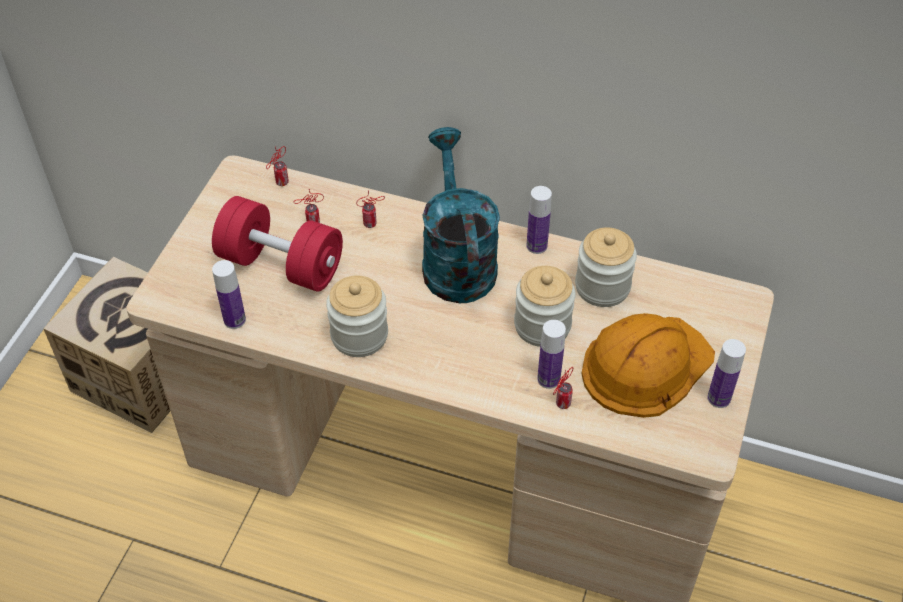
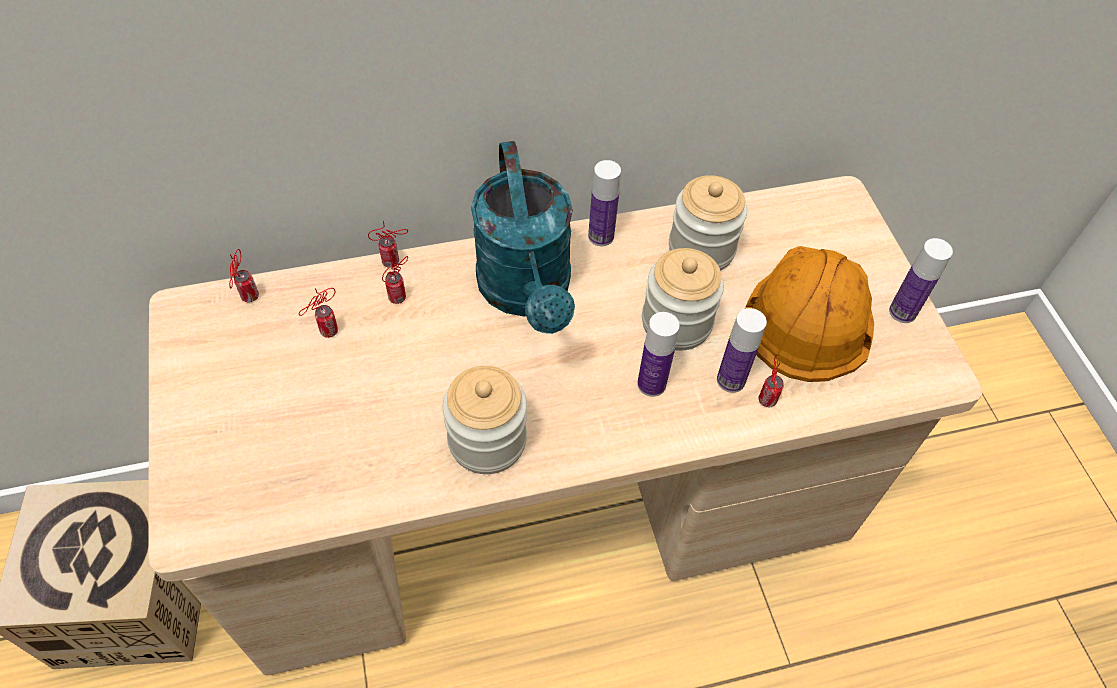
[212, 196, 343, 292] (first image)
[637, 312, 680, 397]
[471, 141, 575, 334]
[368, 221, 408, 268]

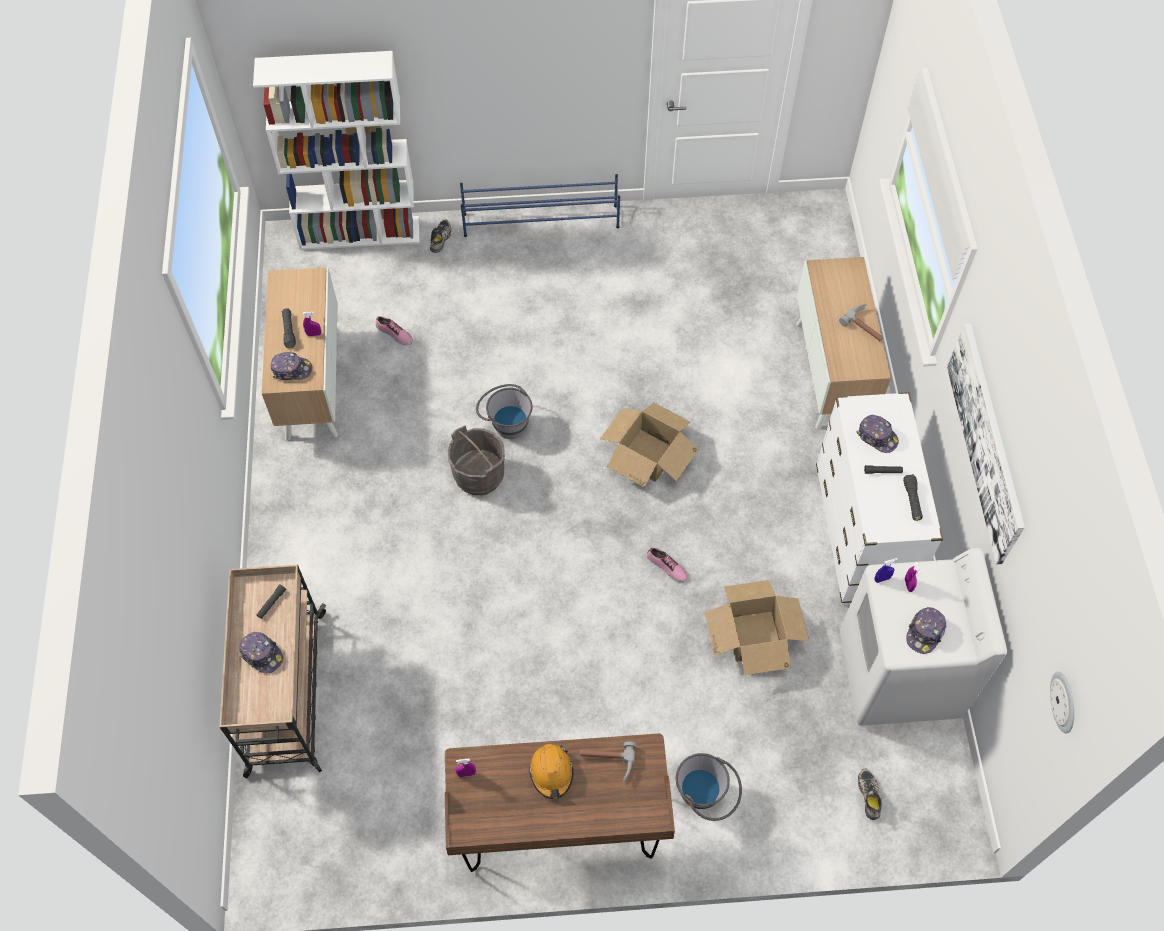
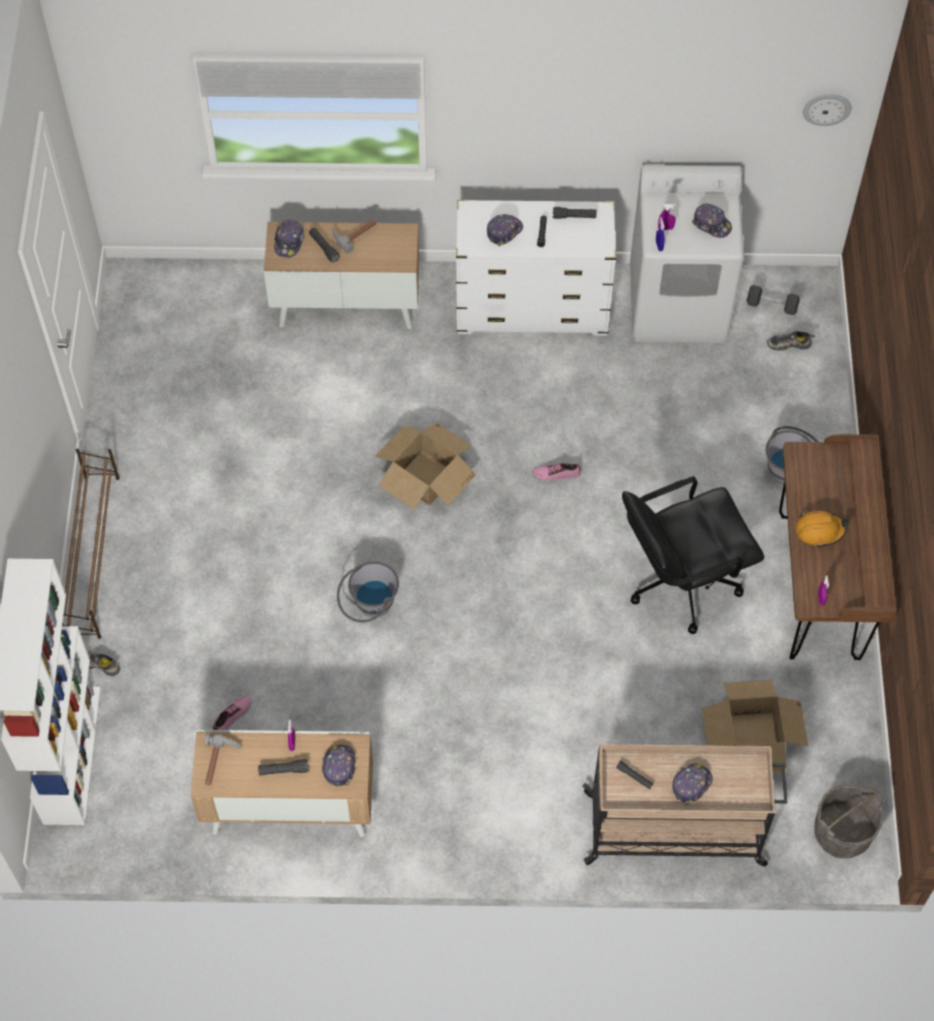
[814, 784, 884, 858]
[62, 449, 120, 639]
[205, 733, 242, 785]
[532, 463, 581, 481]
[702, 680, 808, 773]
[947, 323, 1025, 565] (first image)
[274, 220, 305, 258]
[309, 228, 340, 263]
[622, 477, 764, 634]
[747, 285, 800, 315]

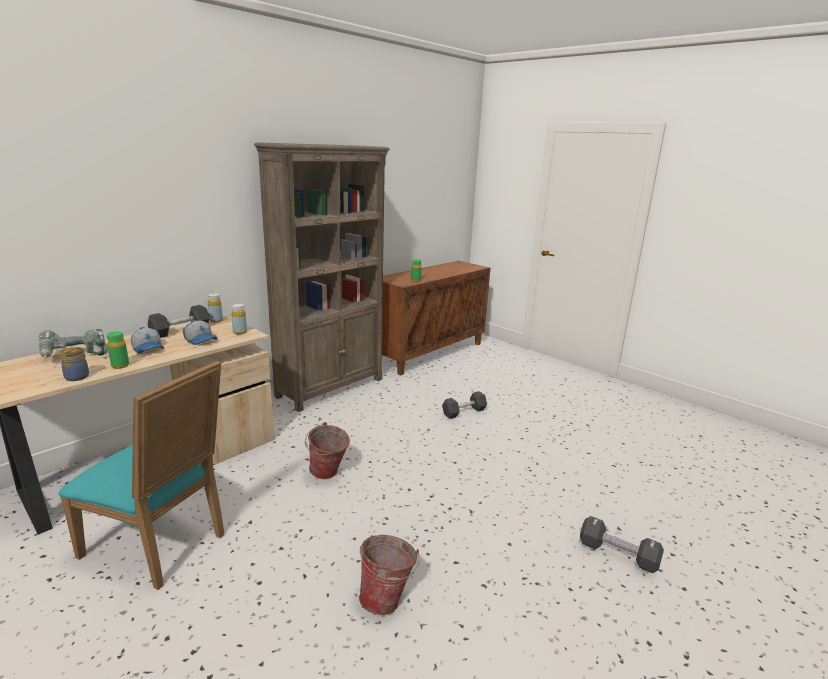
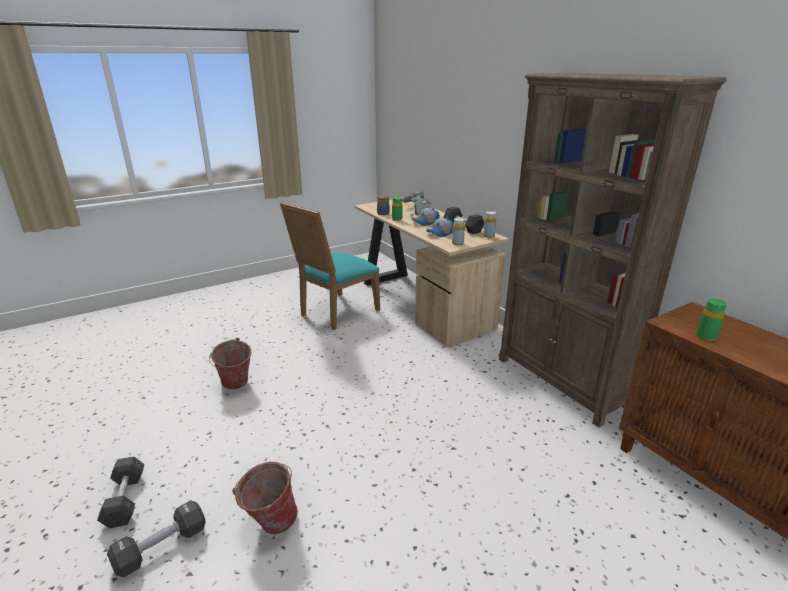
[232, 462, 298, 534]
[97, 456, 144, 528]

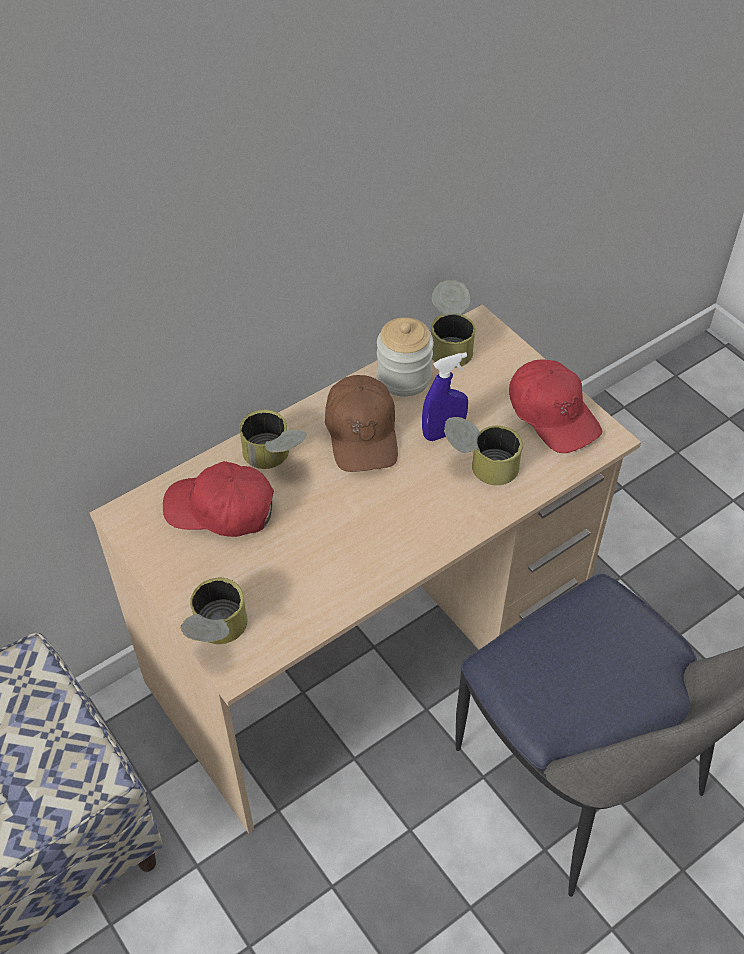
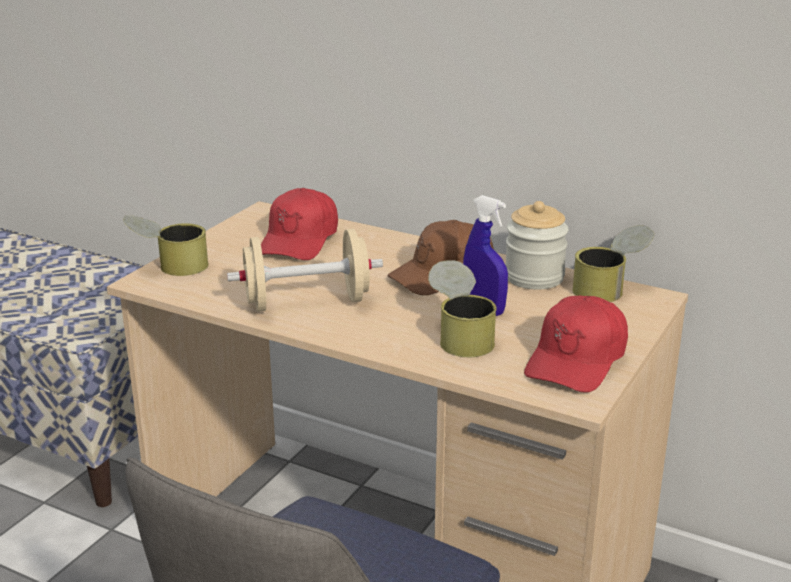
[261, 188, 338, 260]
[239, 409, 307, 469] (first image)
[227, 229, 383, 312]

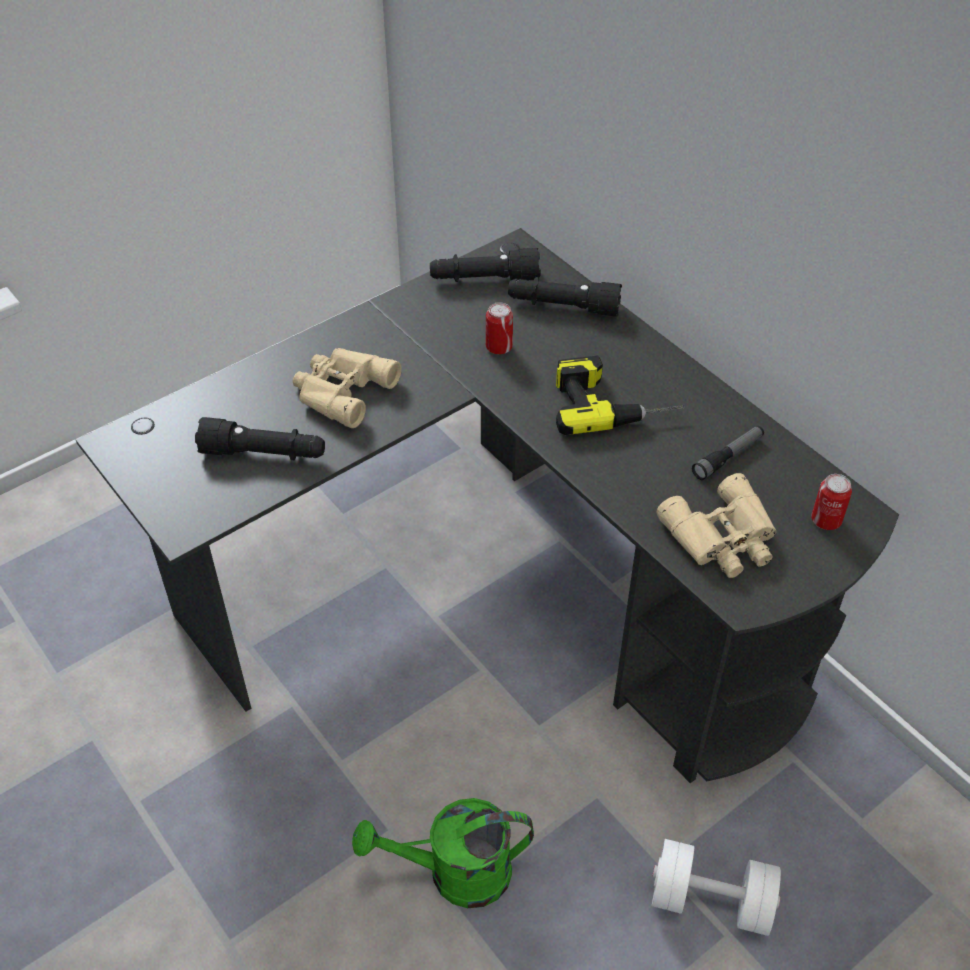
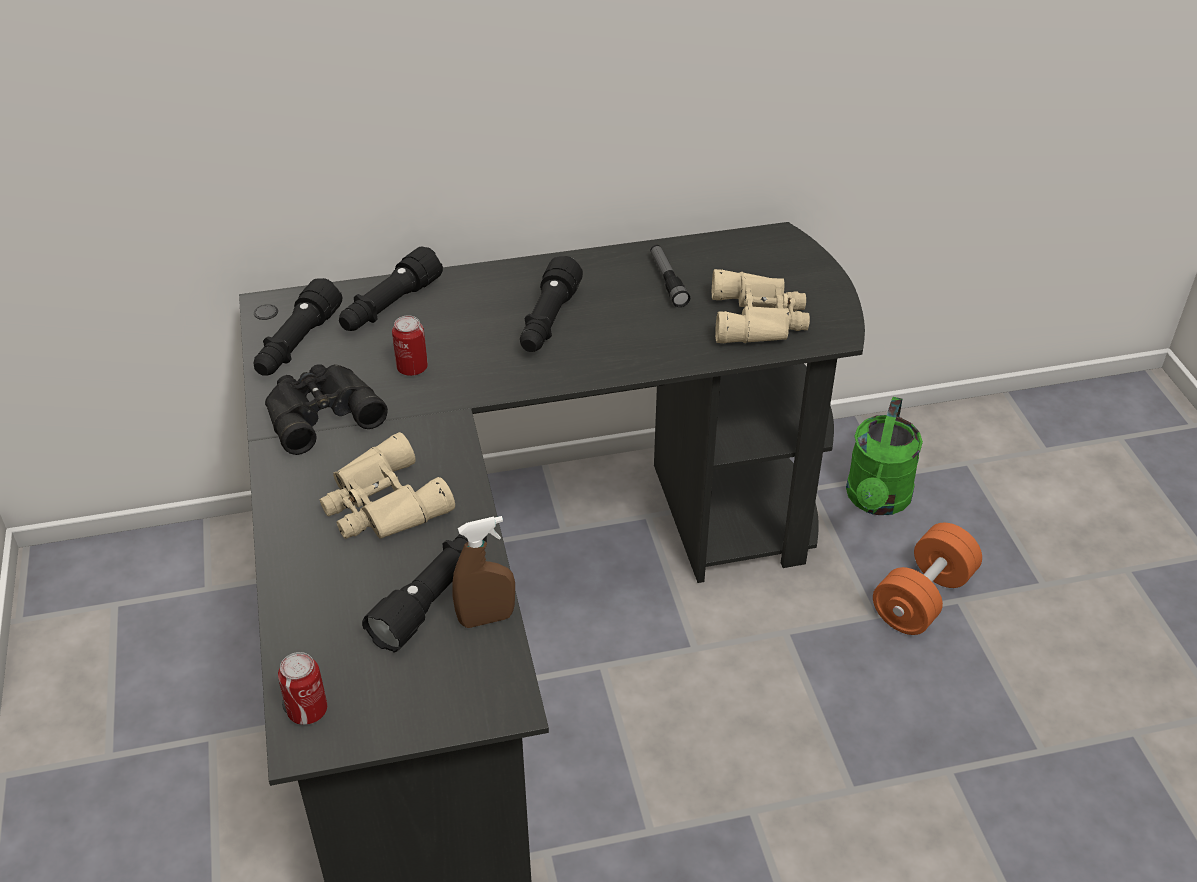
[846, 397, 923, 515]
[520, 256, 583, 352]
[873, 523, 982, 635]
[278, 652, 327, 725]
[265, 364, 388, 455]
[452, 516, 515, 628]

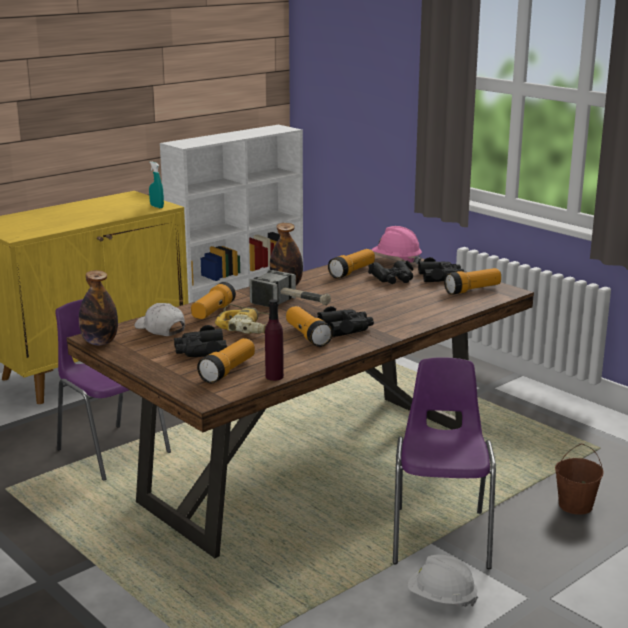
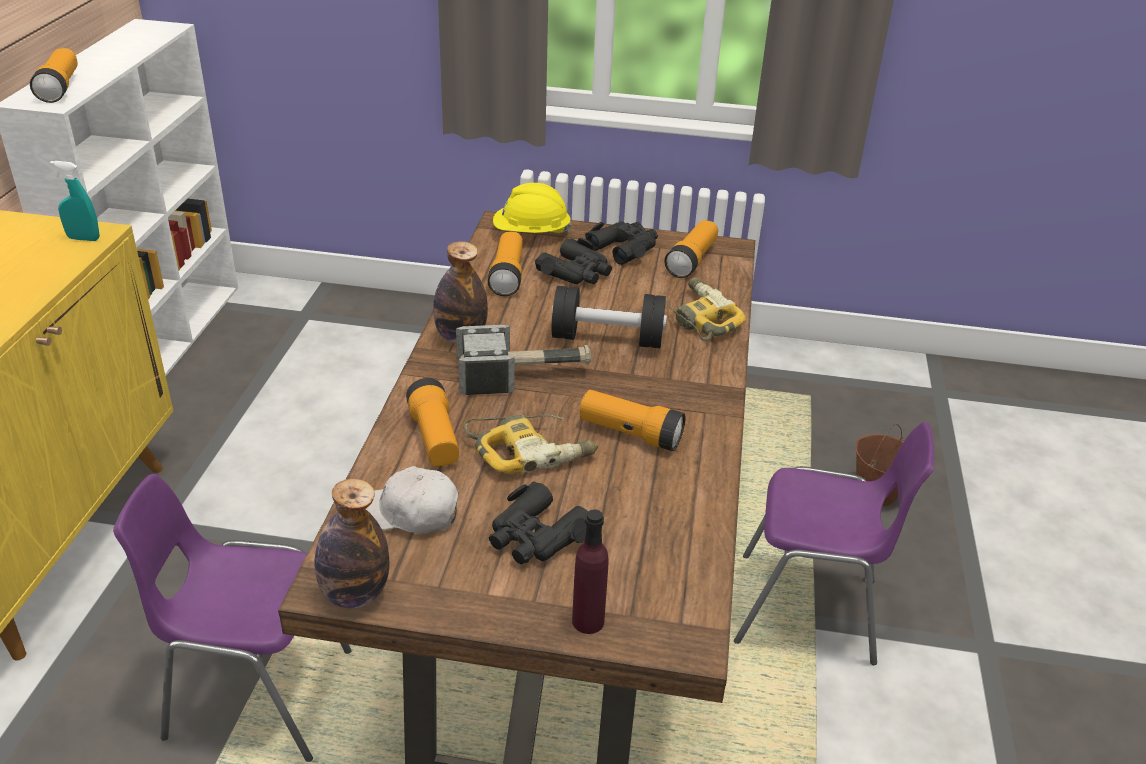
[30, 48, 78, 103]
[572, 509, 609, 634]
[317, 306, 374, 337] (first image)
[493, 183, 571, 233]
[734, 422, 934, 665]
[407, 554, 478, 607] (first image)
[552, 286, 667, 348]
[666, 277, 746, 341]

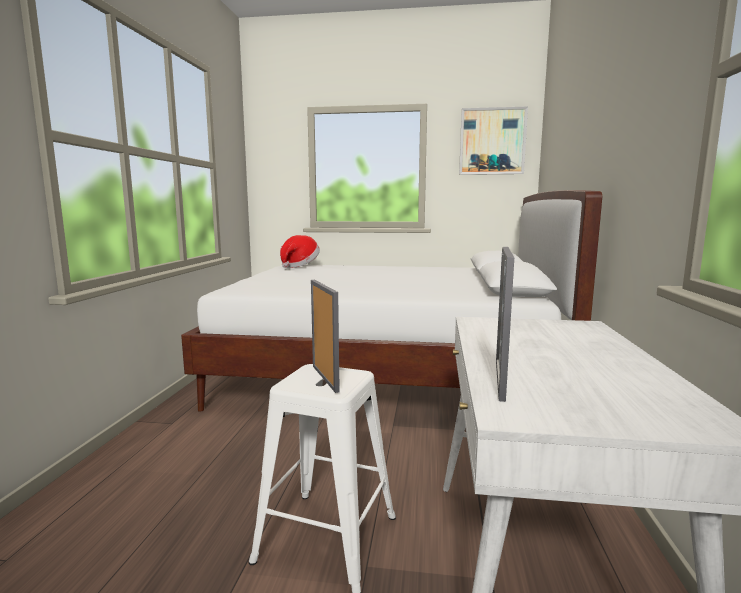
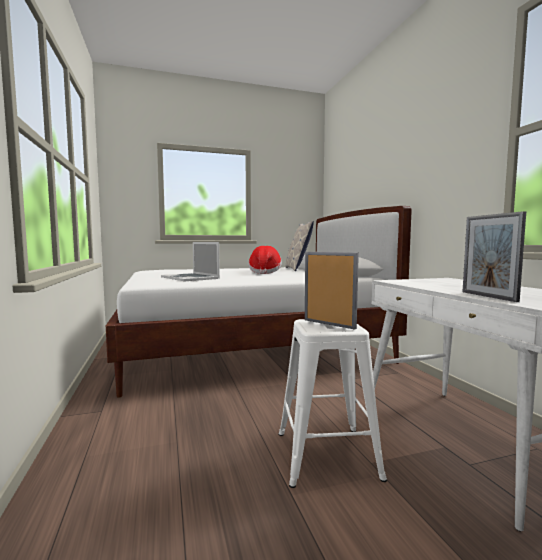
[248, 246, 282, 274]
[459, 106, 528, 175] (first image)
[161, 242, 220, 281]
[285, 221, 314, 271]

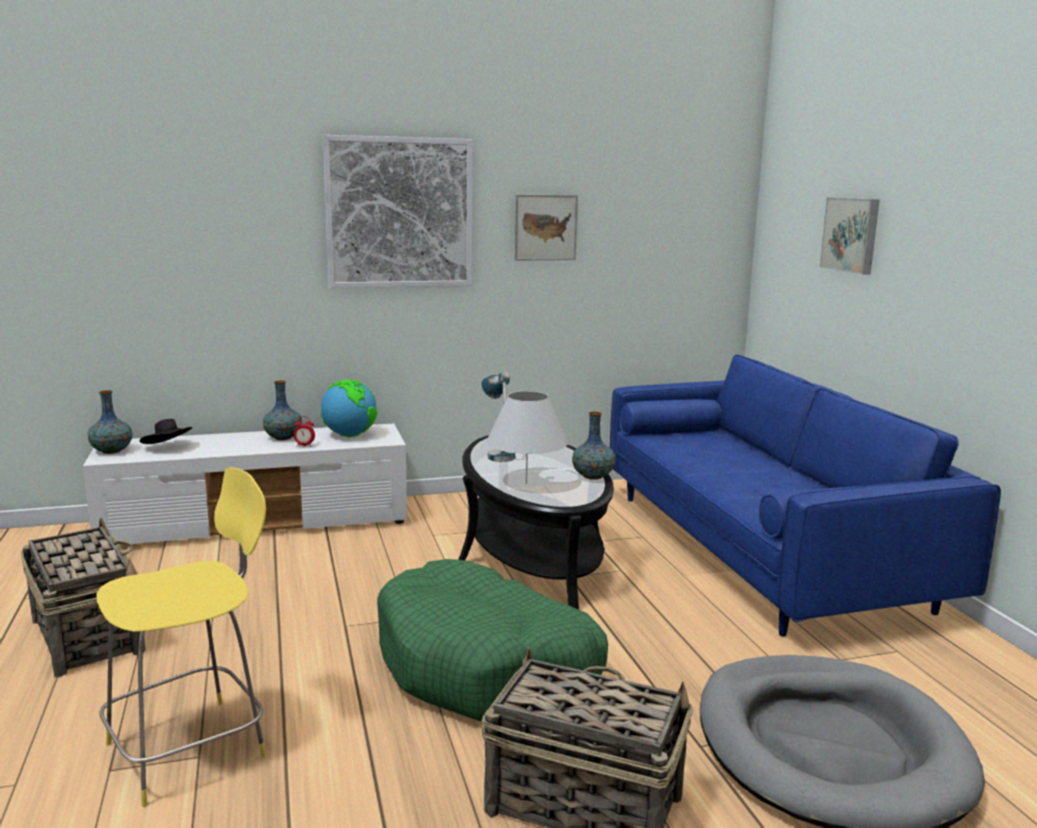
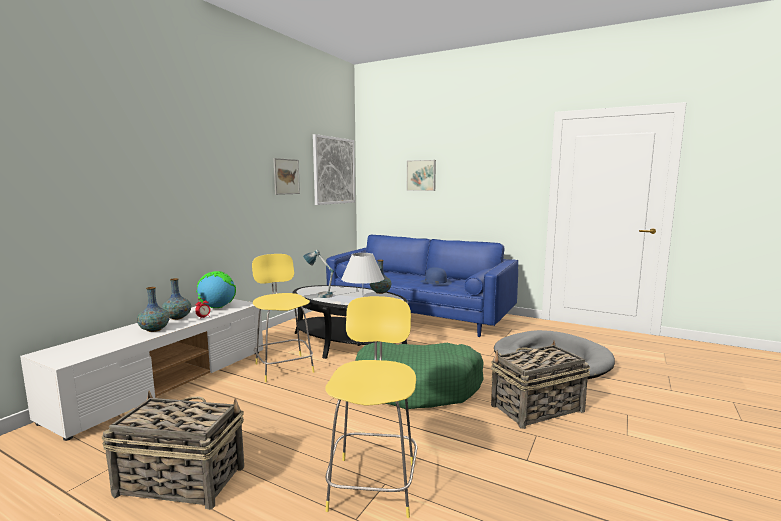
[137, 287, 170, 332]
[140, 419, 193, 444] (first image)
[313, 134, 355, 205]
[252, 254, 314, 382]
[420, 267, 452, 286]

